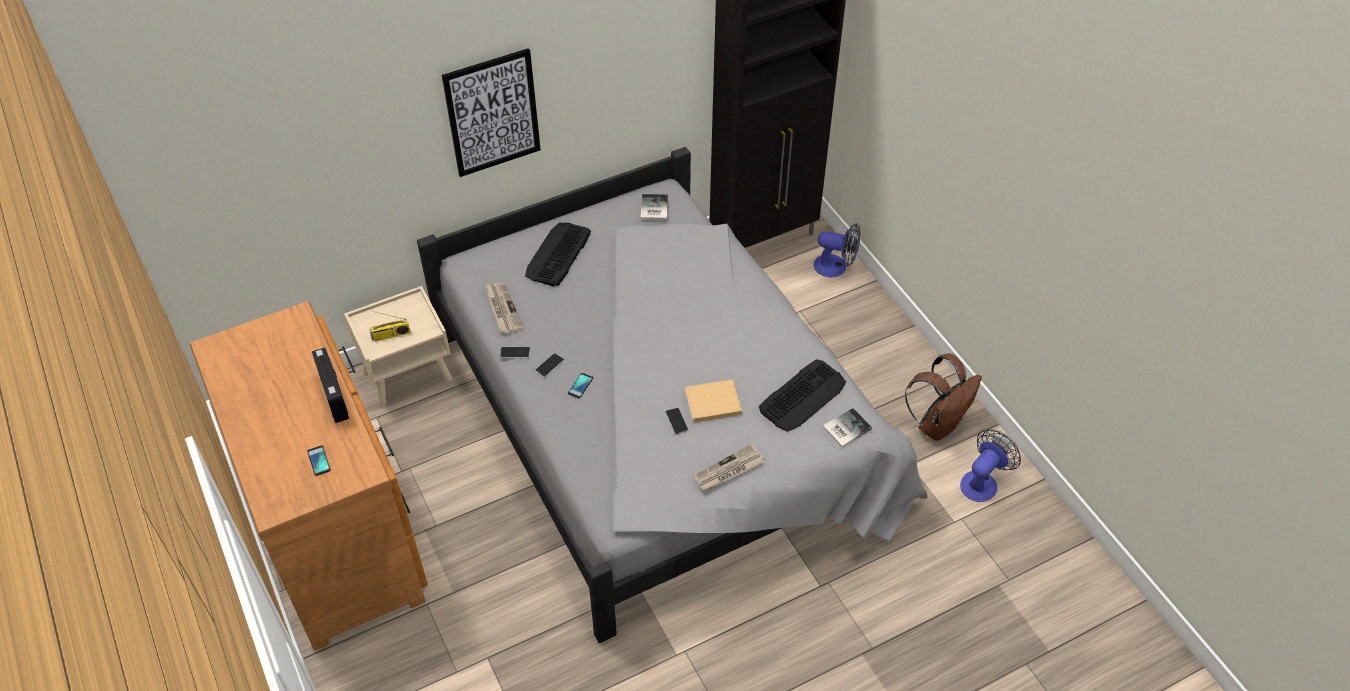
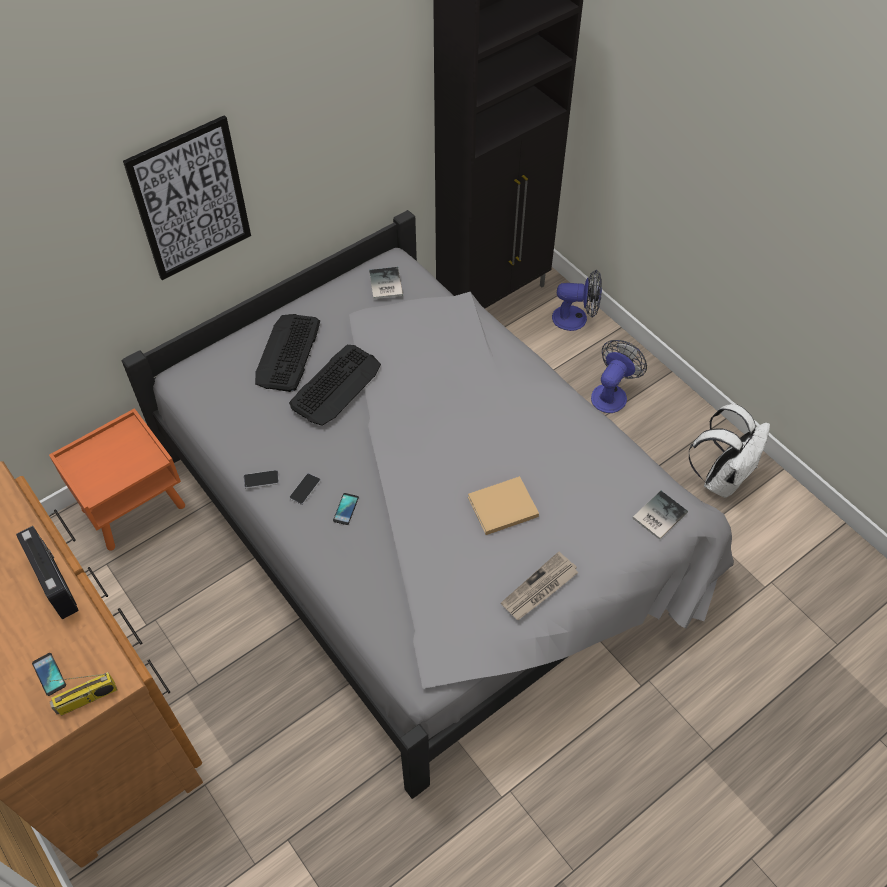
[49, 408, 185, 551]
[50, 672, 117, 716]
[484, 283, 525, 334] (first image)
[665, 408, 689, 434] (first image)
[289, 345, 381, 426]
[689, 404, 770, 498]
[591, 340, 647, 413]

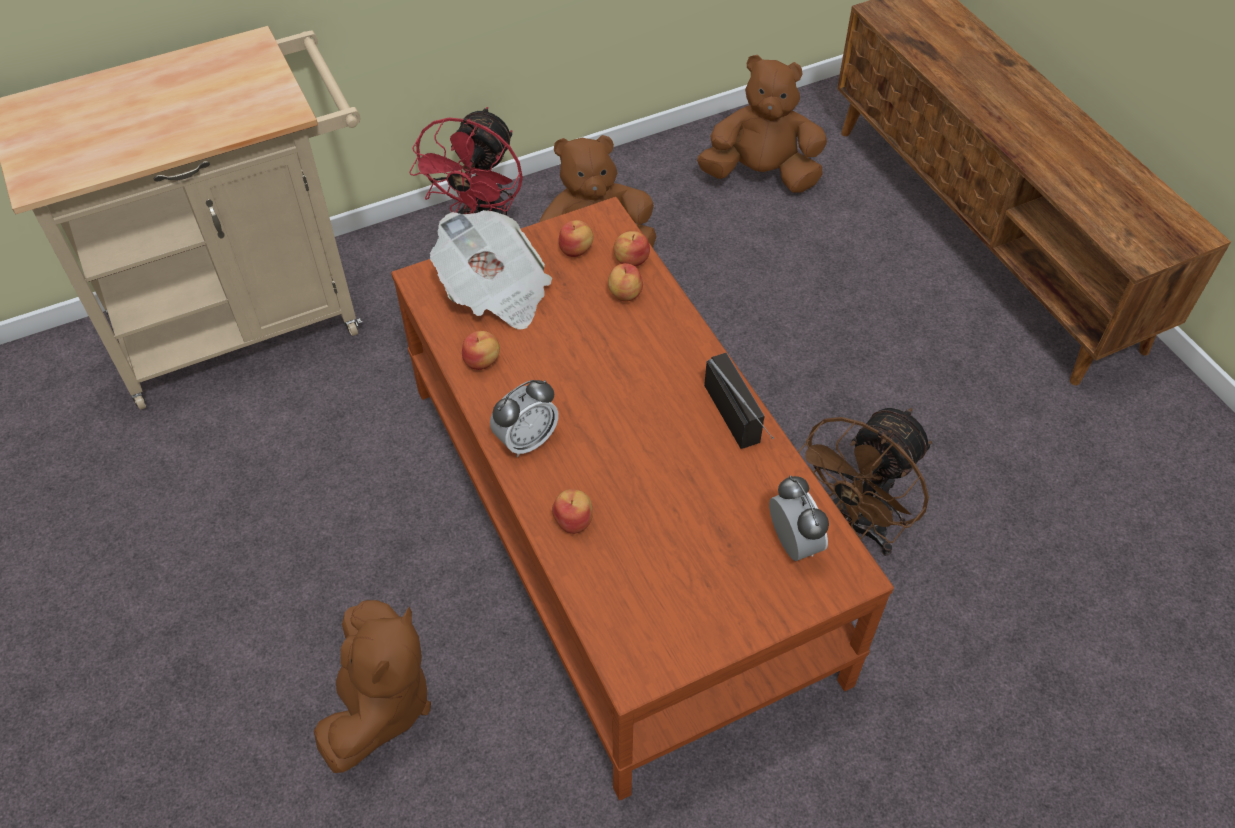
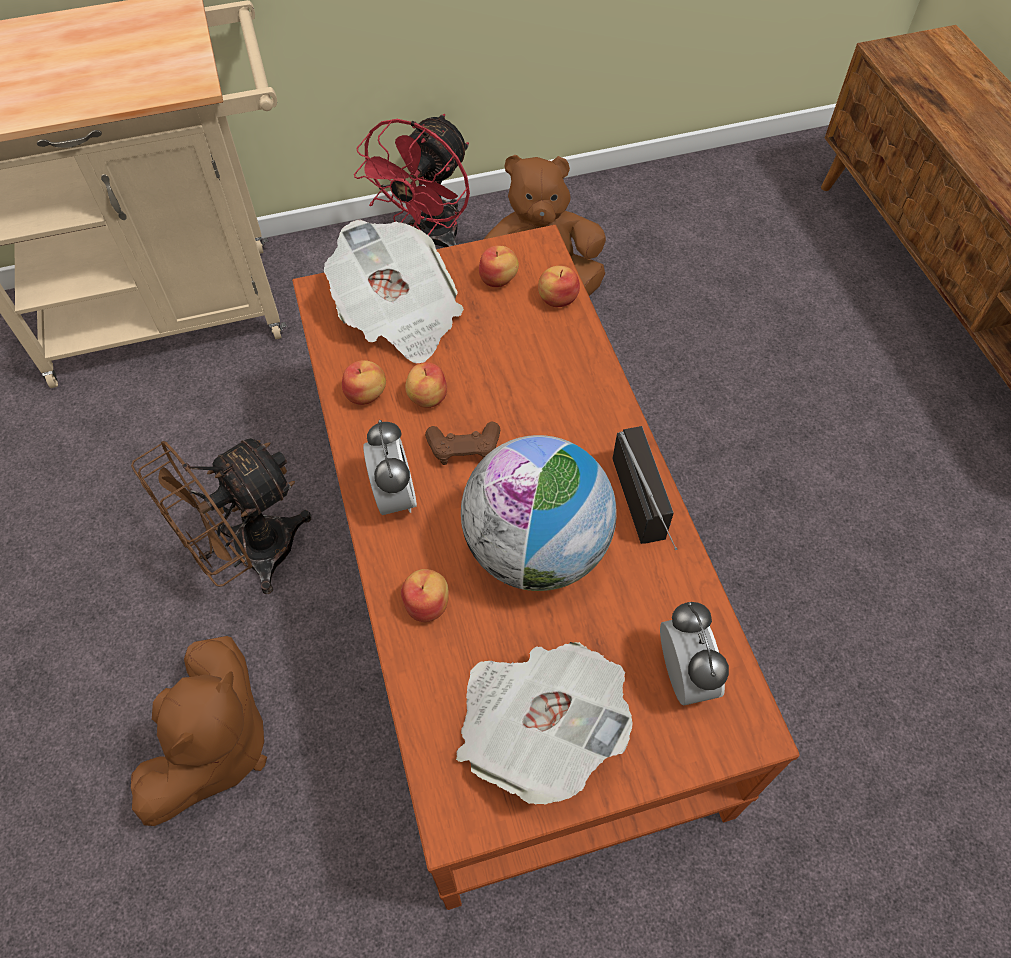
[363, 420, 417, 515]
[405, 362, 447, 408]
[697, 55, 827, 193] (first image)
[131, 438, 311, 594]
[425, 421, 500, 465]
[456, 642, 633, 805]
[461, 435, 617, 591]

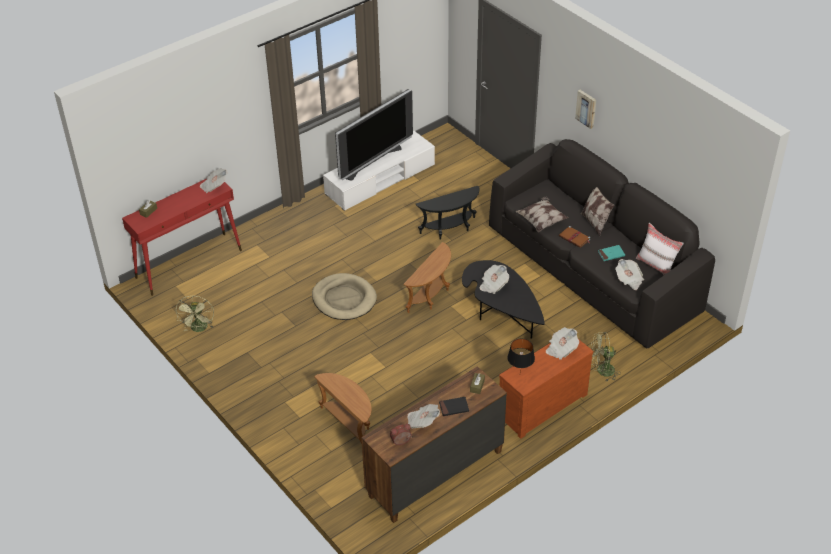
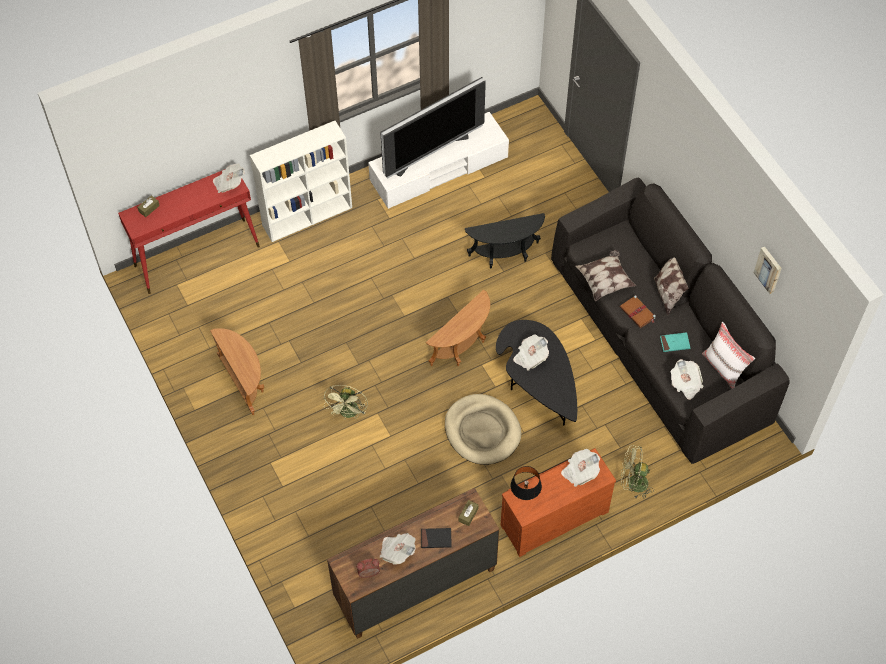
[324, 385, 368, 419]
[445, 394, 521, 465]
[210, 328, 264, 415]
[754, 246, 782, 294]
[250, 121, 352, 242]

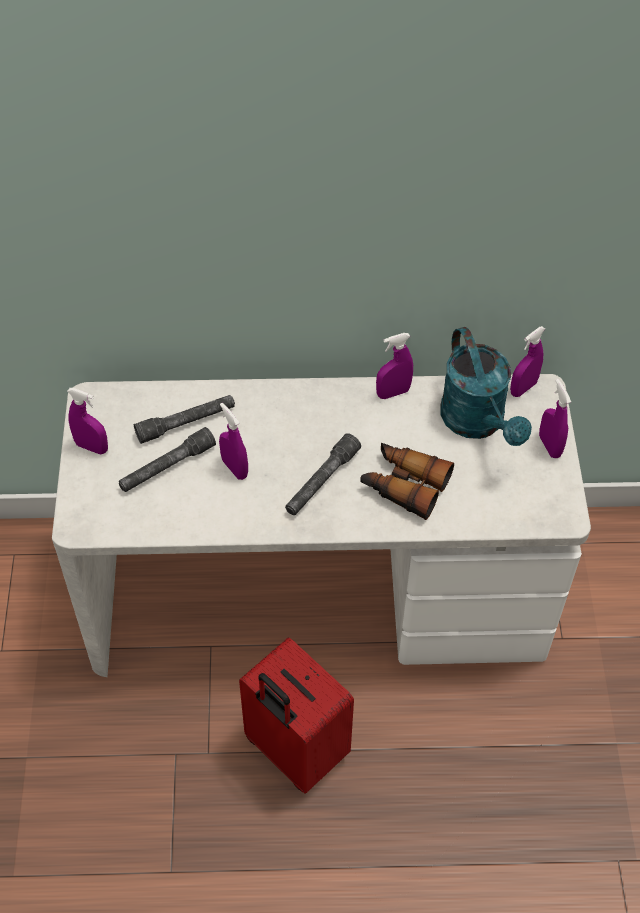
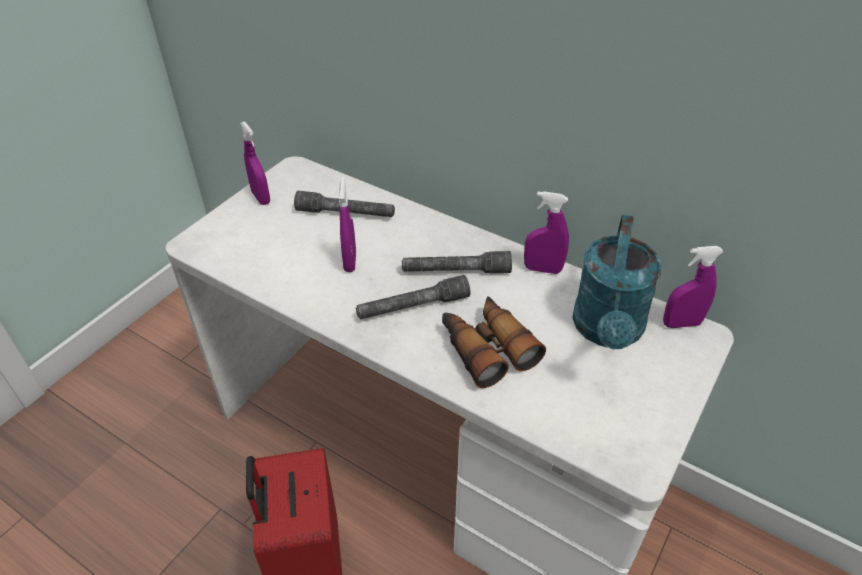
[402, 251, 512, 273]
[539, 379, 571, 458] (first image)

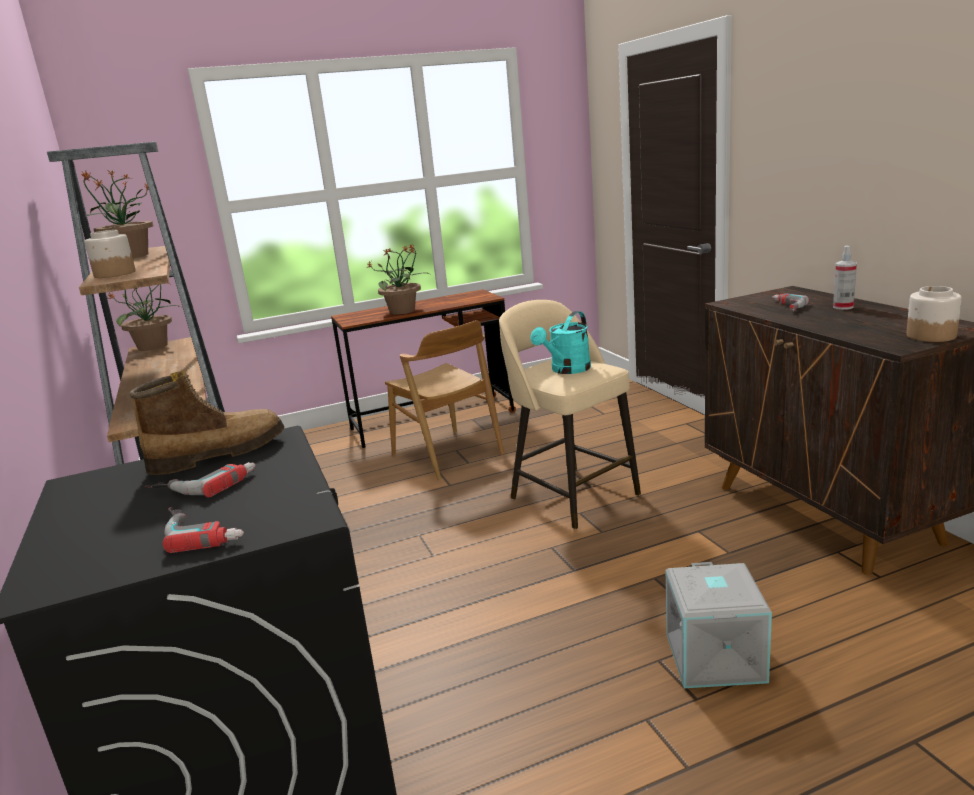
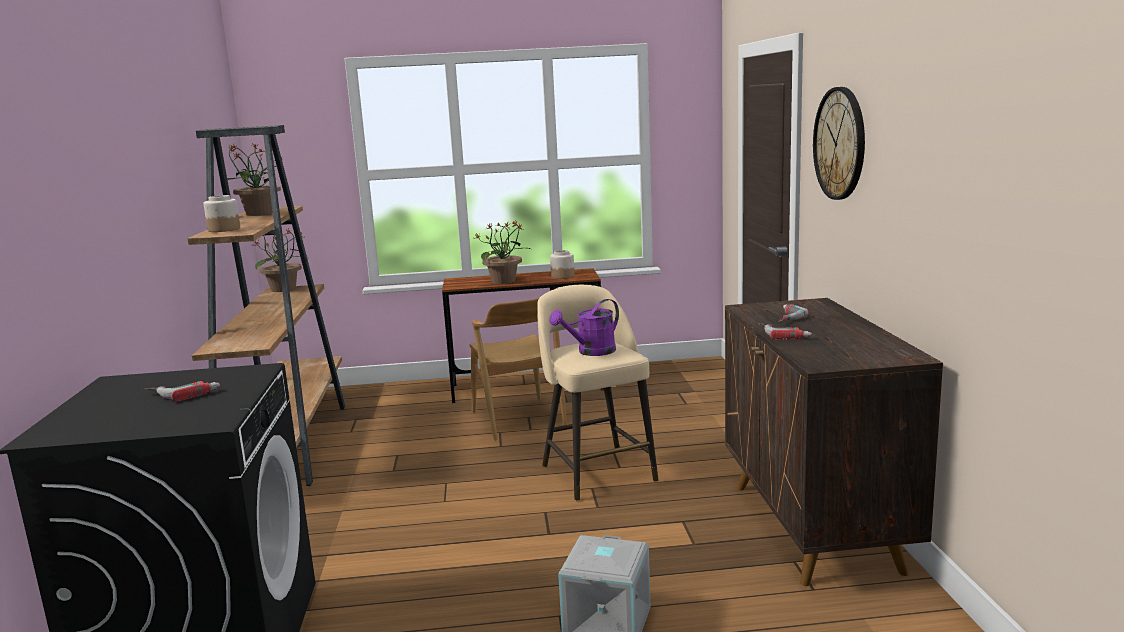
[129, 371, 284, 475] (first image)
[758, 323, 812, 340]
[549, 299, 619, 356]
[833, 246, 857, 310] (first image)
[550, 250, 575, 279]
[813, 87, 865, 200]

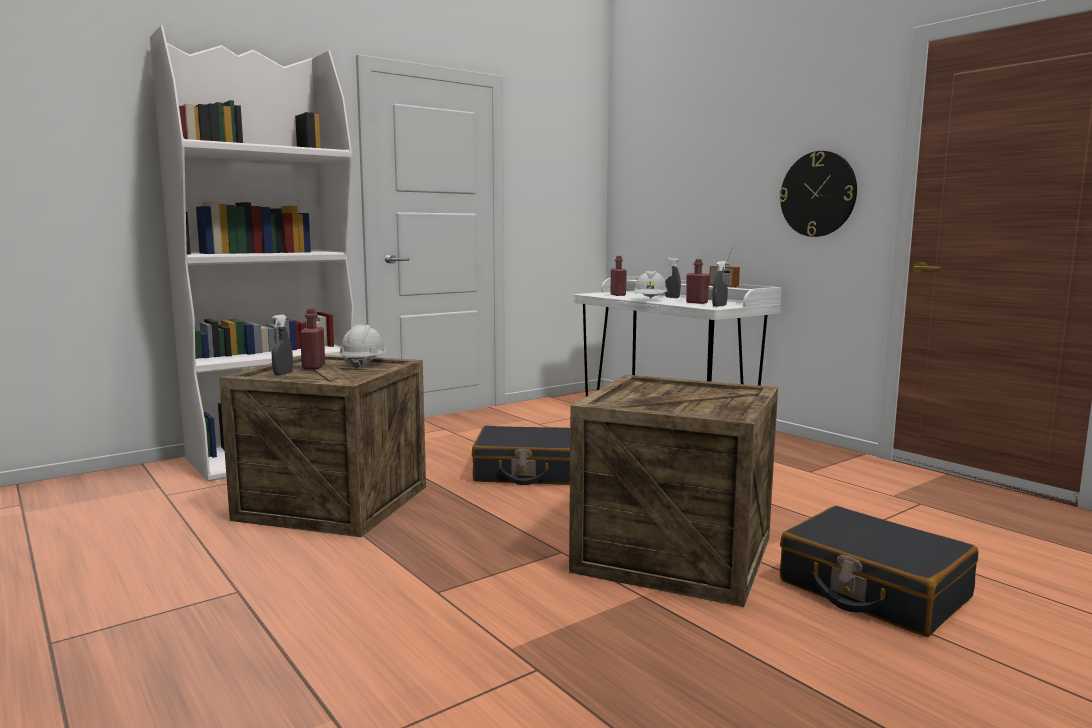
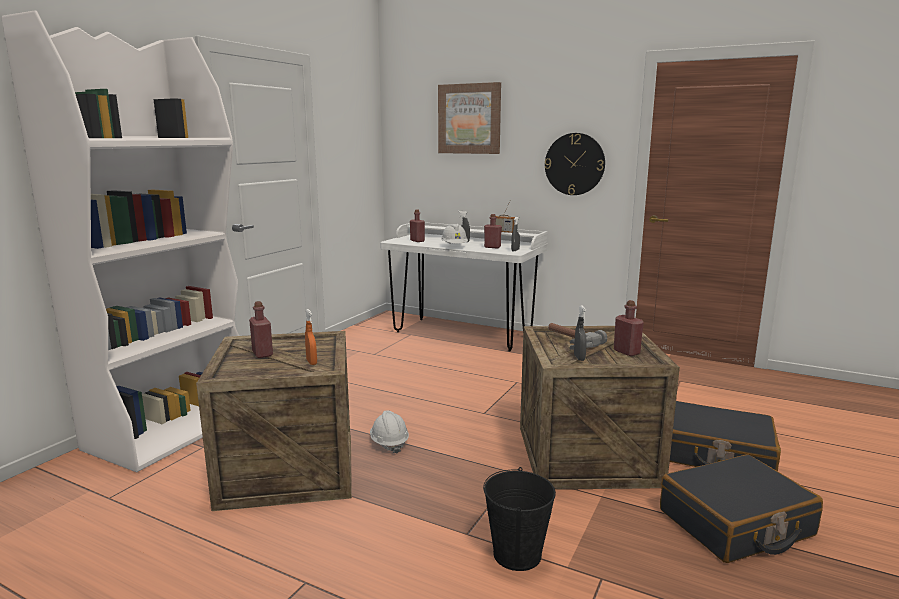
[574, 305, 587, 361]
[370, 410, 409, 454]
[660, 454, 823, 563]
[305, 309, 317, 365]
[438, 82, 501, 154]
[483, 467, 556, 571]
[548, 323, 607, 350]
[614, 300, 644, 356]

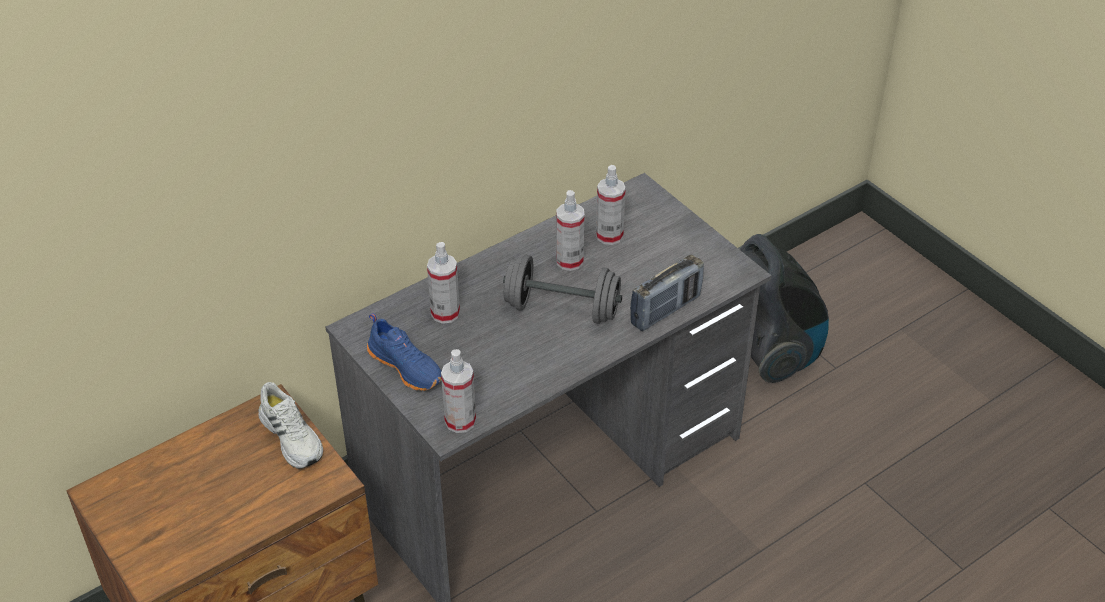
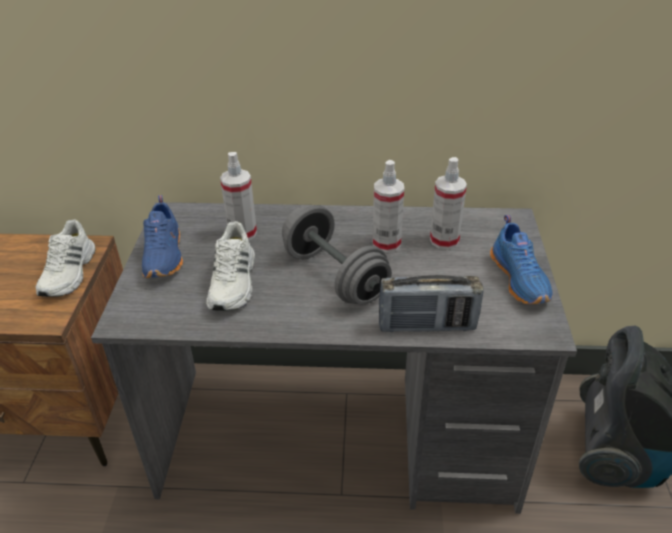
[441, 349, 476, 433] (first image)
[206, 221, 255, 311]
[490, 215, 552, 304]

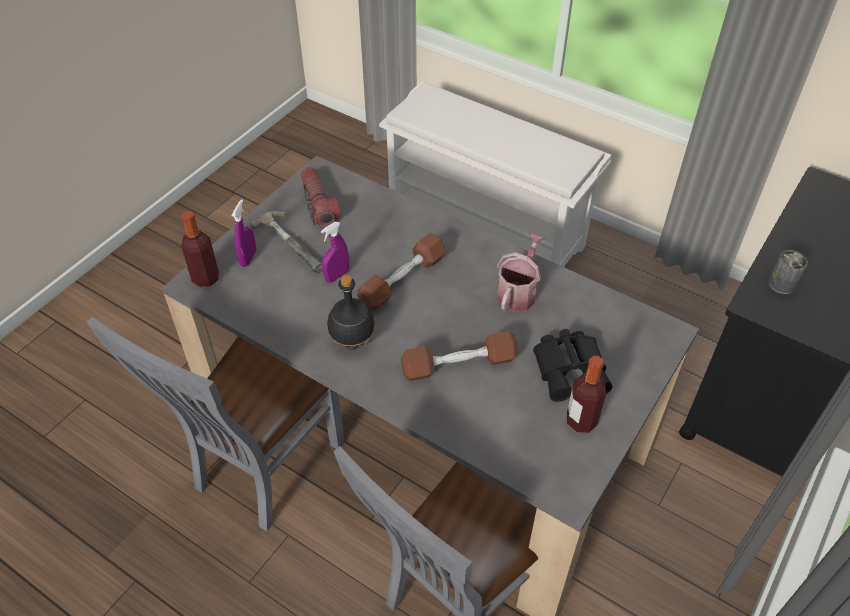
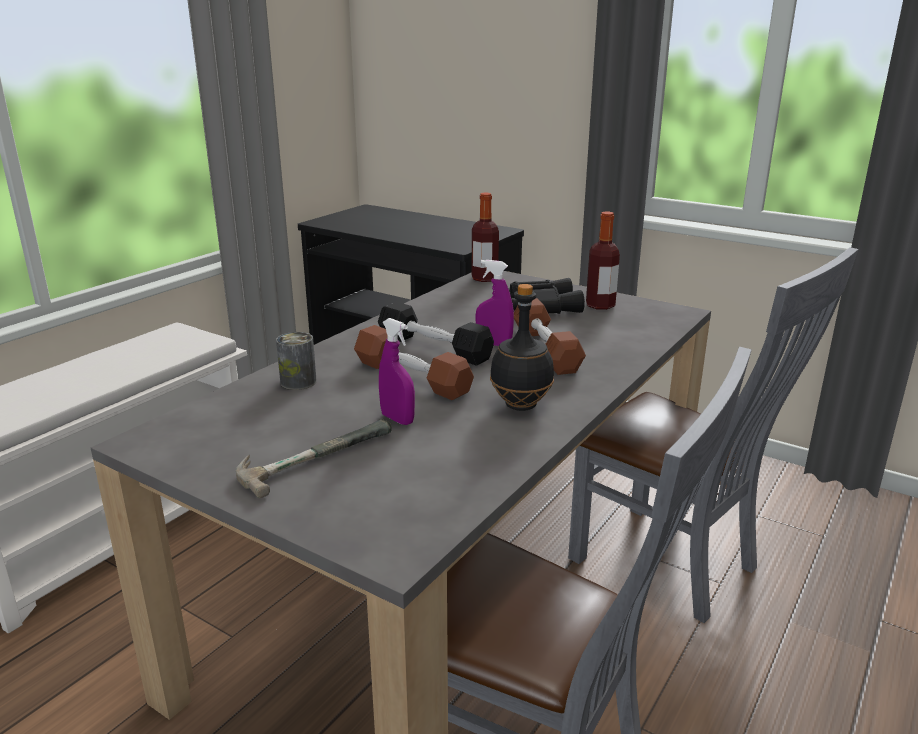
[472, 193, 499, 282]
[475, 260, 514, 346]
[300, 167, 341, 225] (first image)
[496, 233, 546, 312] (first image)
[276, 332, 317, 390]
[378, 302, 494, 366]

